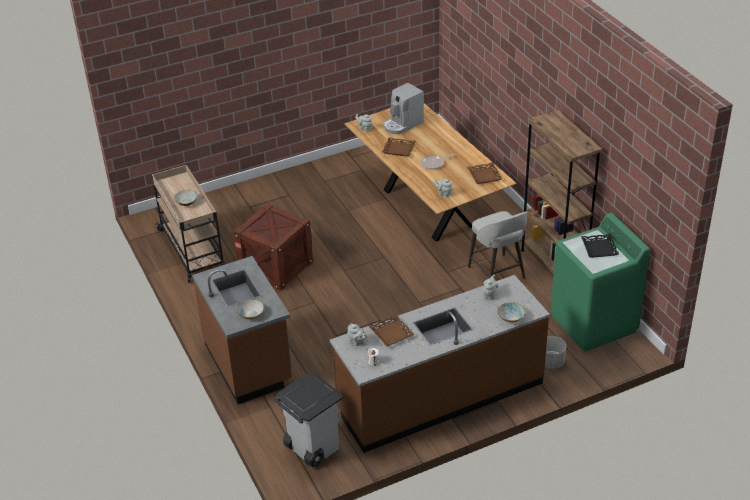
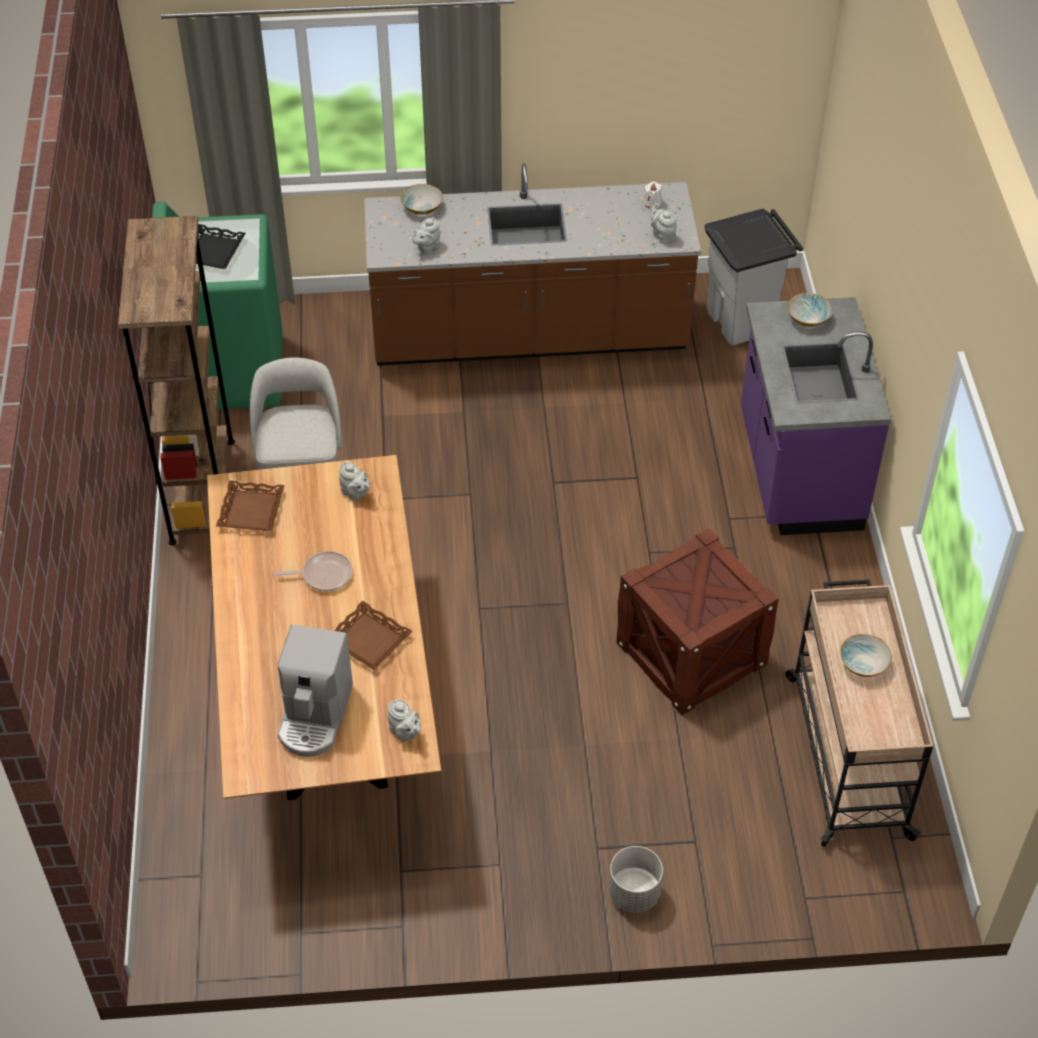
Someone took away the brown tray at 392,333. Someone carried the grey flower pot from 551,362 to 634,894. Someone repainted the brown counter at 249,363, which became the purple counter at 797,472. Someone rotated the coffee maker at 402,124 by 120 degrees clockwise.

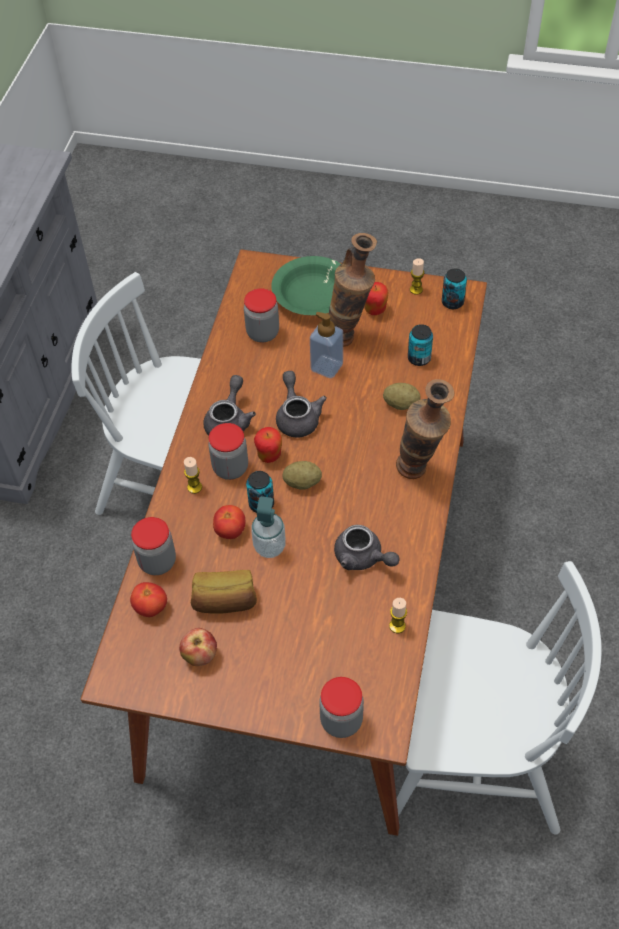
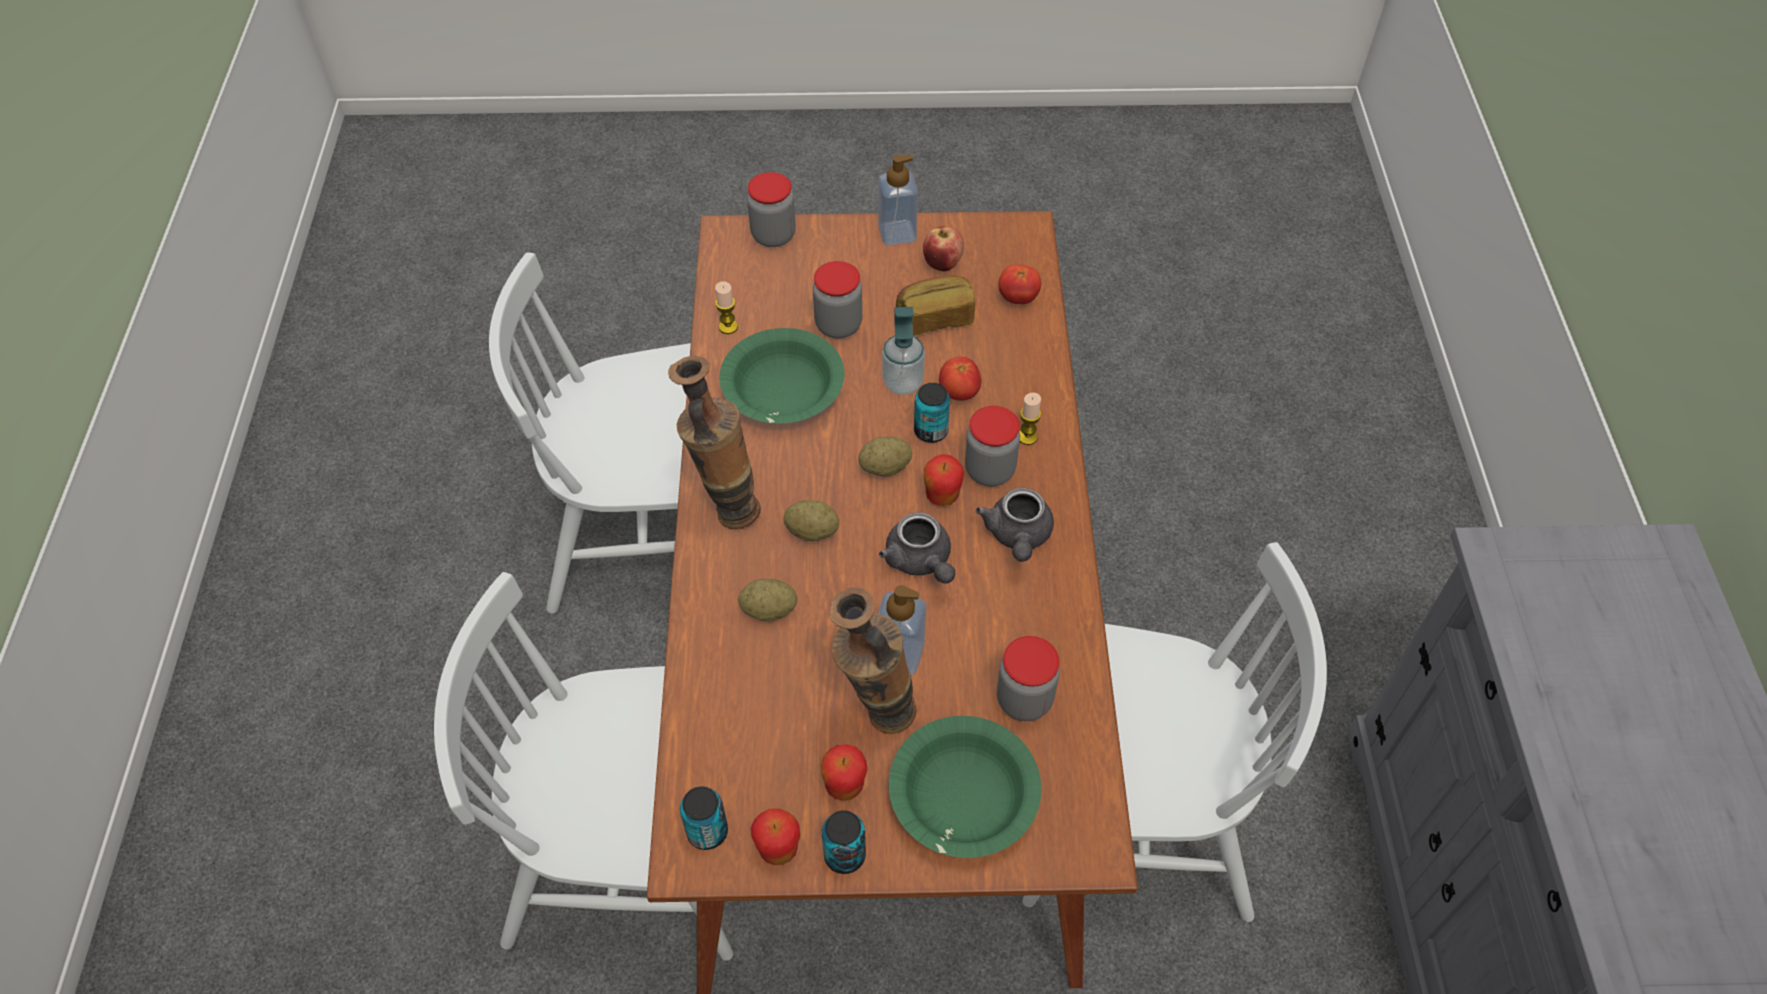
Someone put down the whitish chair at 632,853. Someone put down the spud at 812,531. Someone put down the liquid soap bottle at 897,233. Someone carried the storage jar from 157,562 to 838,325. Someone carried the sealed can from 419,358 to 844,855. Someone swapped the grey teapot at 363,558 for the green-coloured serving bowl at 782,390. Someone swapped the candle at 416,289 for the apple at 778,849.

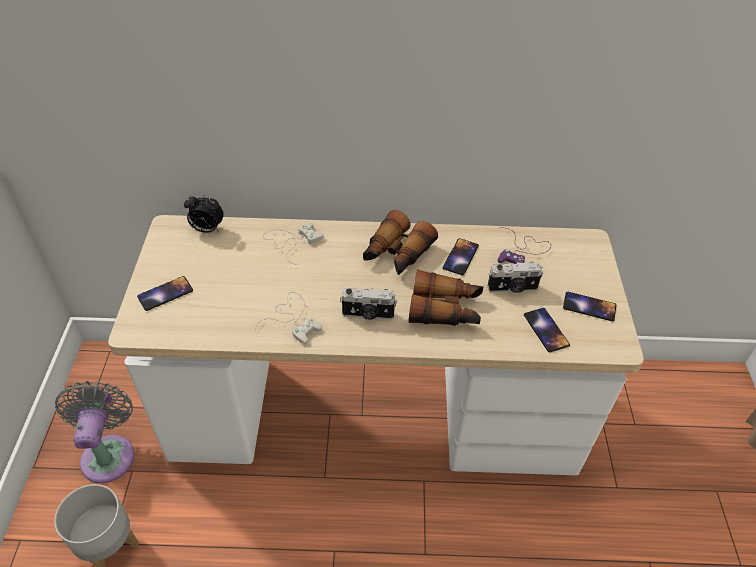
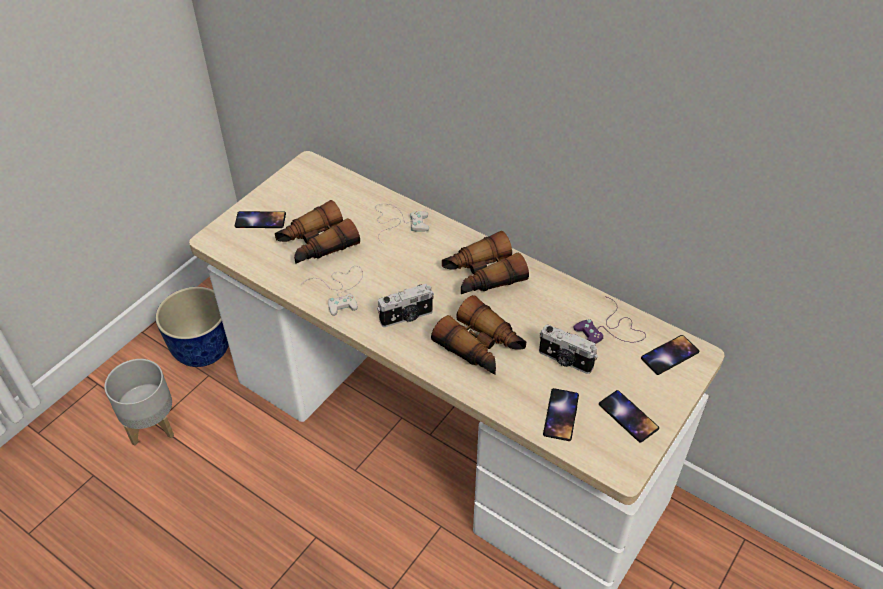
Someone took away the alarm clock at 207,229. Someone put down the field glasses at 316,244. Someone carried the telephone from 460,257 to 669,355. Someone swapped the grey fan at 109,453 for the flower pot at 201,351. Someone rotated the photo camera at 368,315 by 60 degrees counterclockwise.

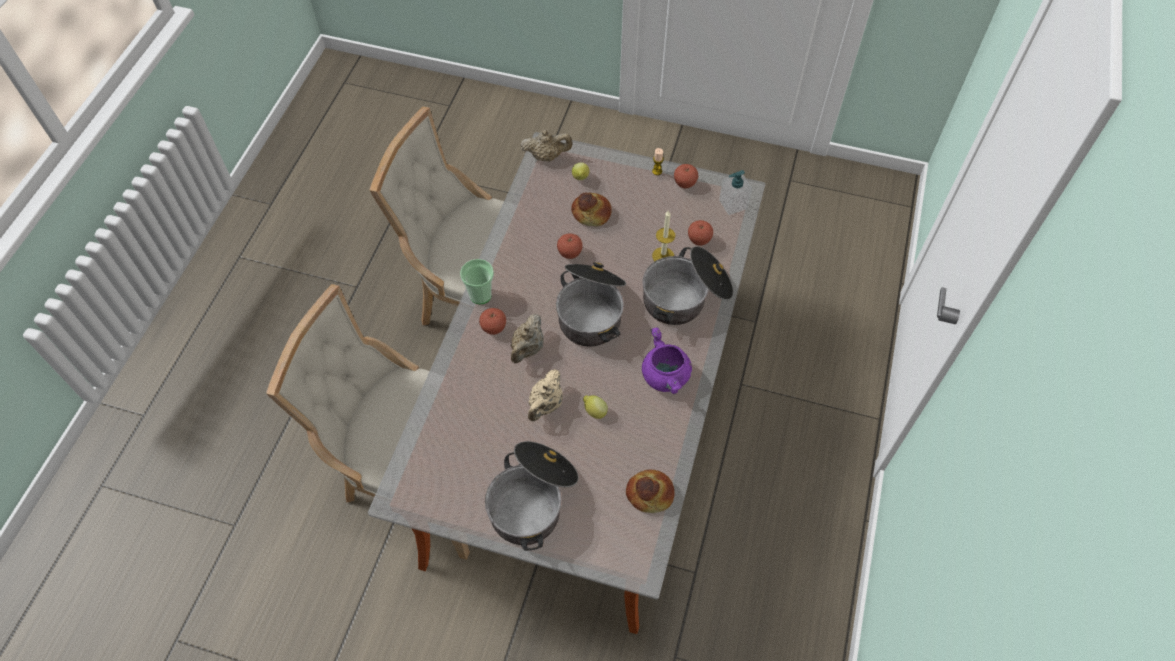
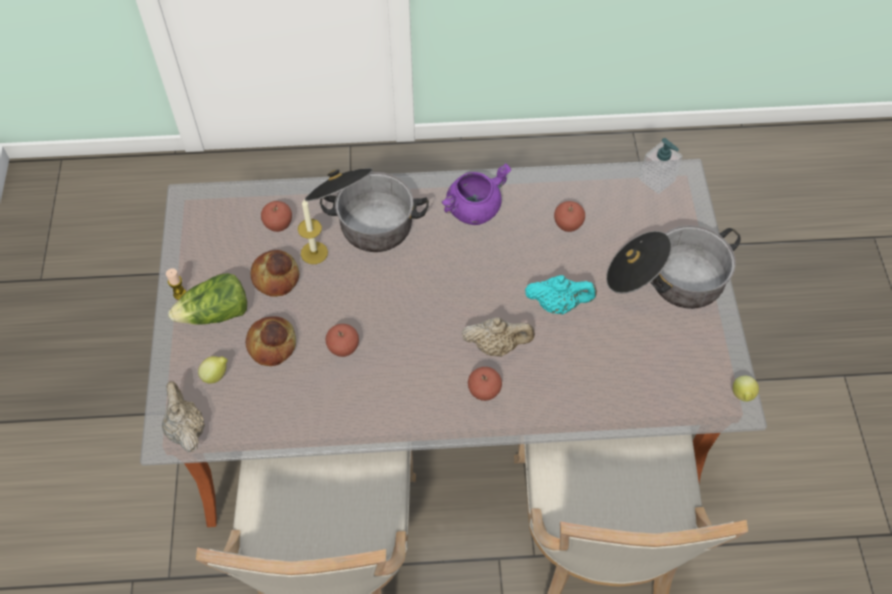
Someone took away the small cup at 480,295. Someone took away the stockpot at 592,310. Someone put down the lettuce head at 216,314. Someone carried the citrus fruit from 594,411 to 742,396. Someone carried the bread from 650,493 to 275,277. Someone carried the apple from 685,183 to 568,225. Someone carried the liquid soap bottle from 733,204 to 657,180. Someone repainted the beige-coloured teapot at 545,405, which became the turquoise-coloured teapot at 558,304.

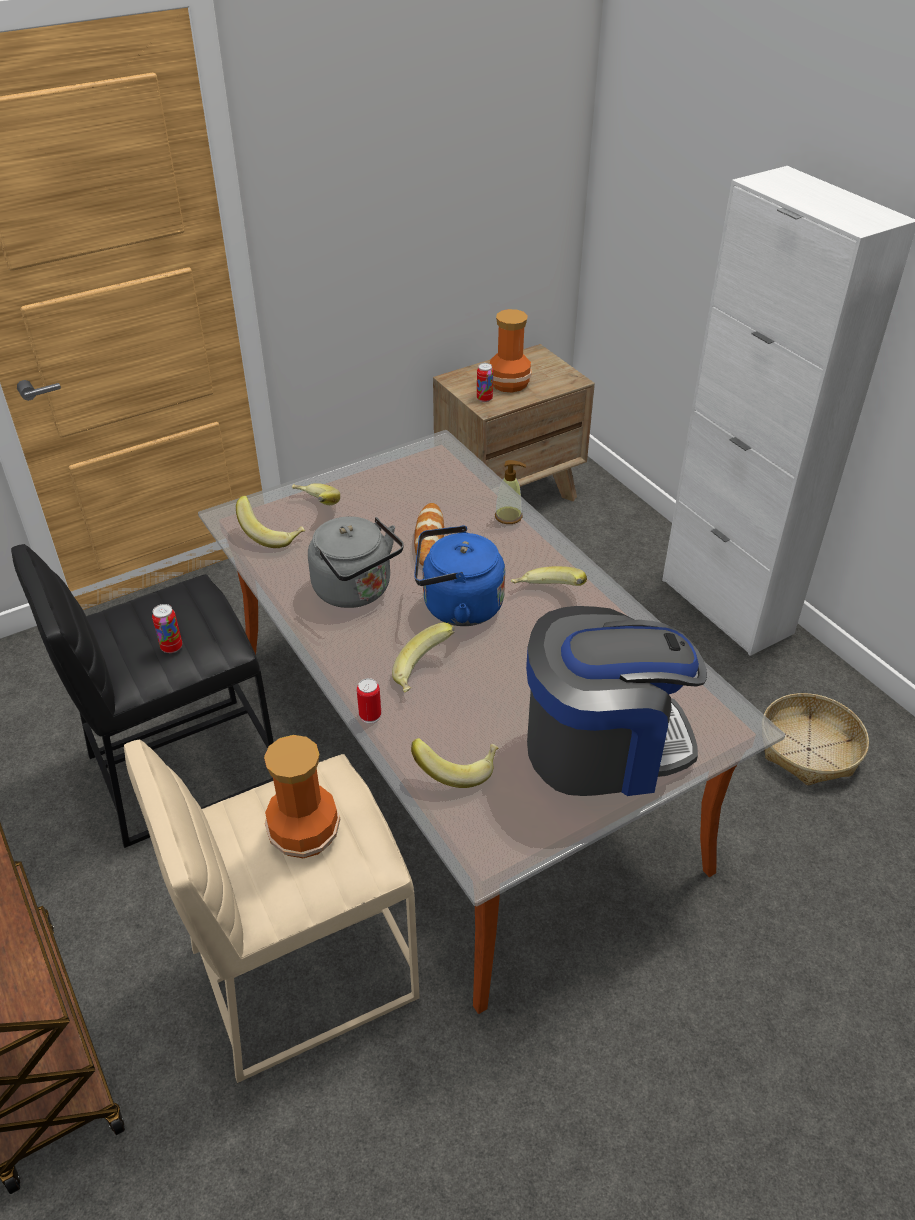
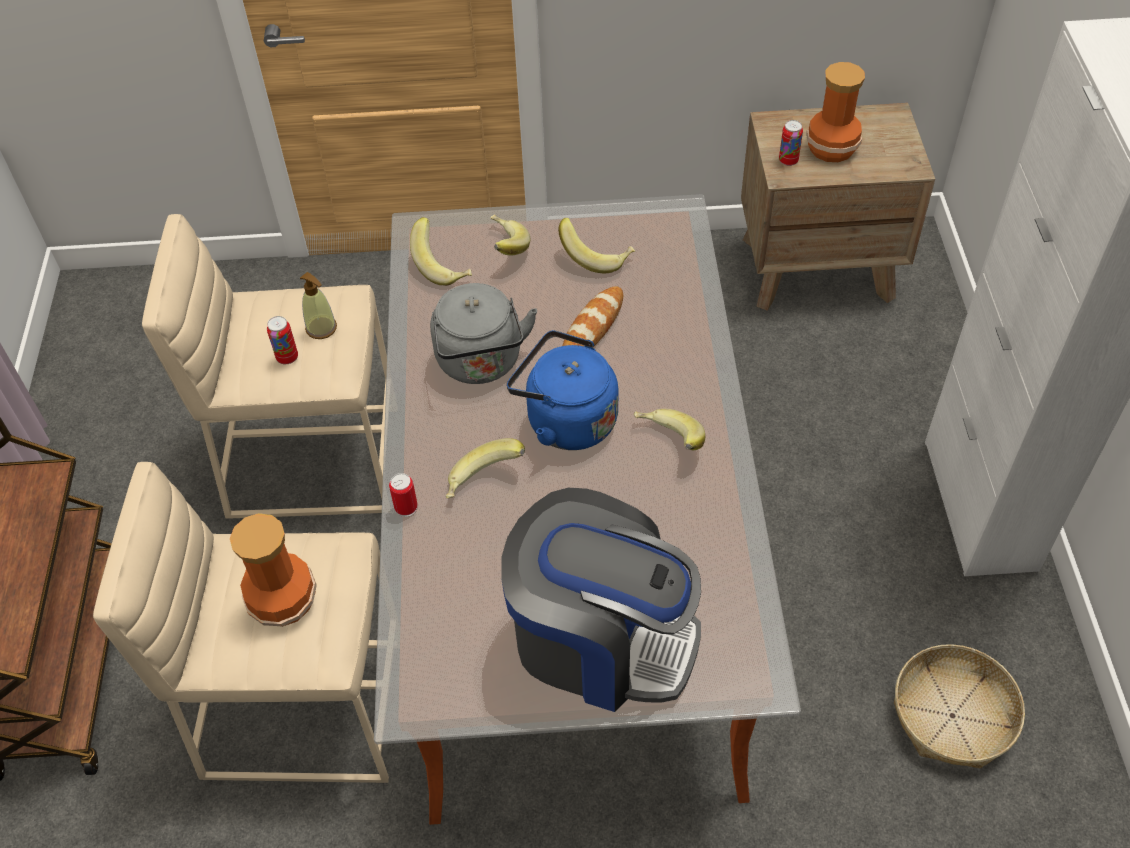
Someone carried the whole banana from 457,768 to 596,256. Someone carried the liquid soap bottle from 508,516 to 321,328. Someone repainted the black stool at 181,768, which became the beige-coloured stool at 313,459.

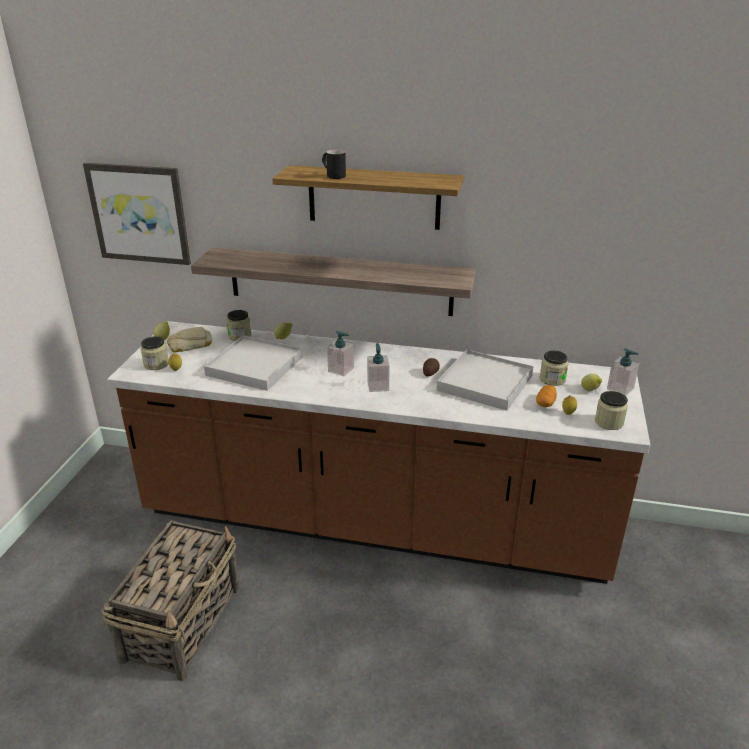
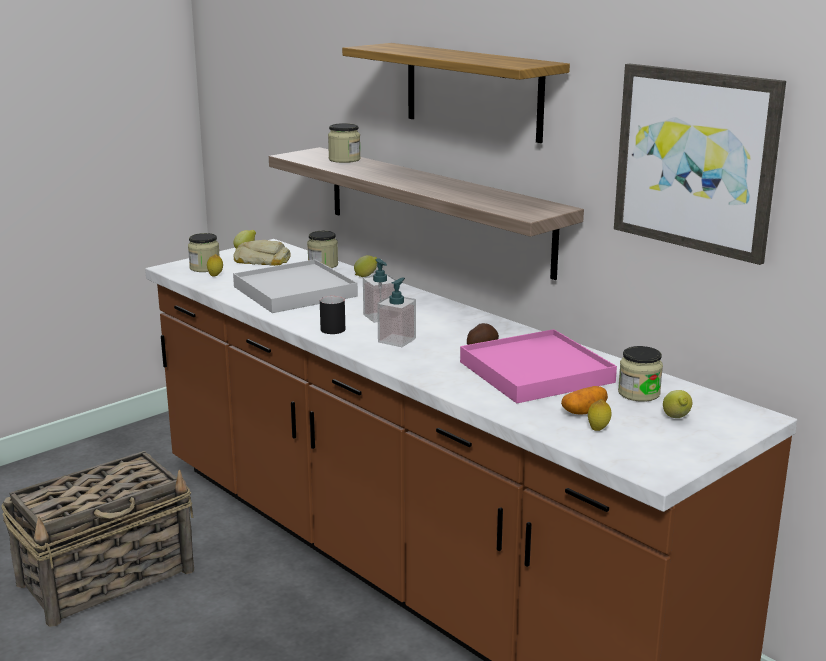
Someone took away the liquid soap bottle at 620,389. Someone carried the wall picture from 139,213 to 696,160. Someone carried the black coffee mug from 333,175 to 332,327. Someone carried the storage jar from 609,422 to 344,159. Someone repainted the whitish tray at 485,383, which became the pinkish tray at 535,372.

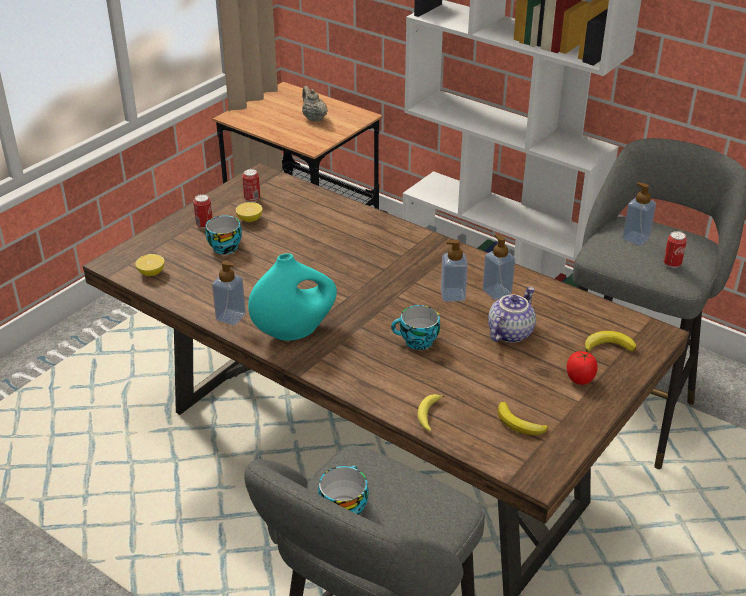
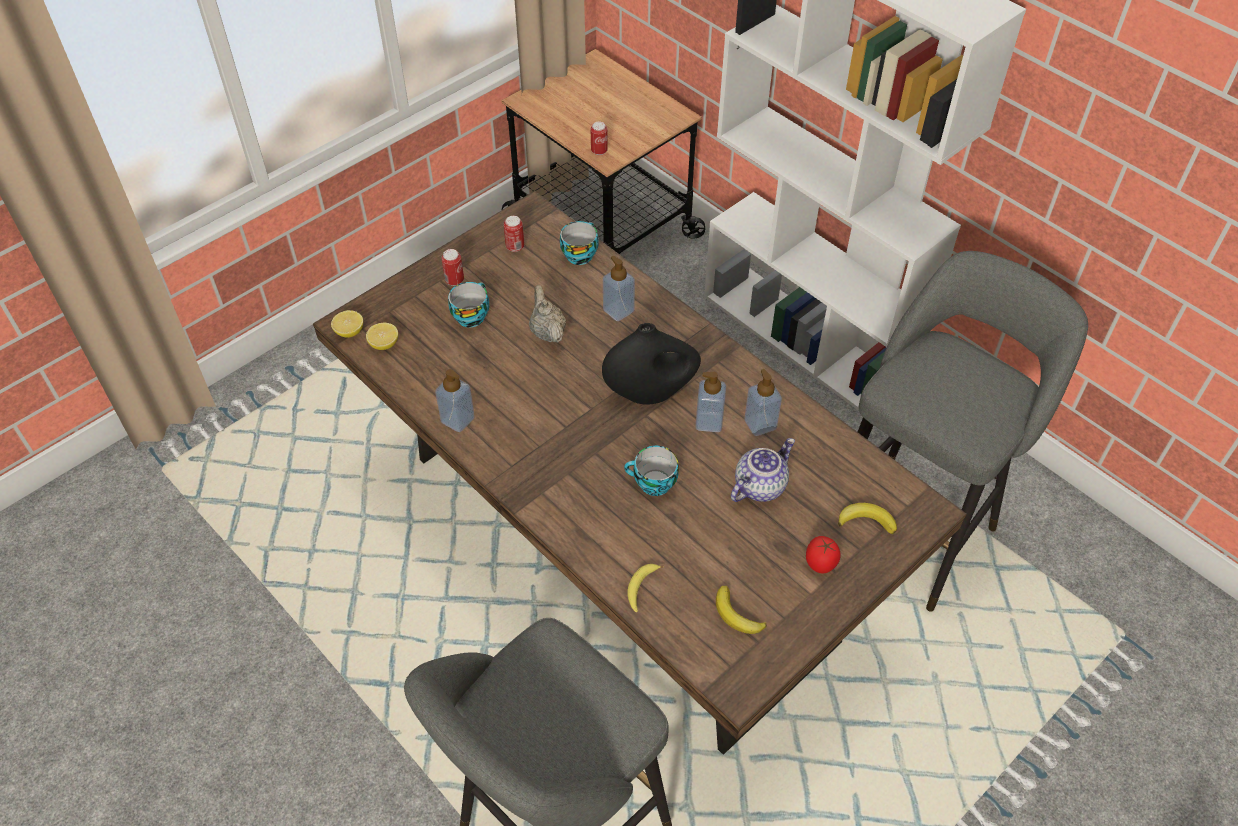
Someone took away the turquoise-coloured vase at 294,331. Someone put down the black vase at 650,392. Someone carried the citrus fruit from 249,219 to 349,332. Someone carried the beige-coloured teapot from 314,118 to 547,332. Someone carried the small cup from 343,508 to 579,254. Someone carried the liquid soap bottle from 635,238 to 618,310. Someone carried the sealed can from 672,264 to 599,151.

